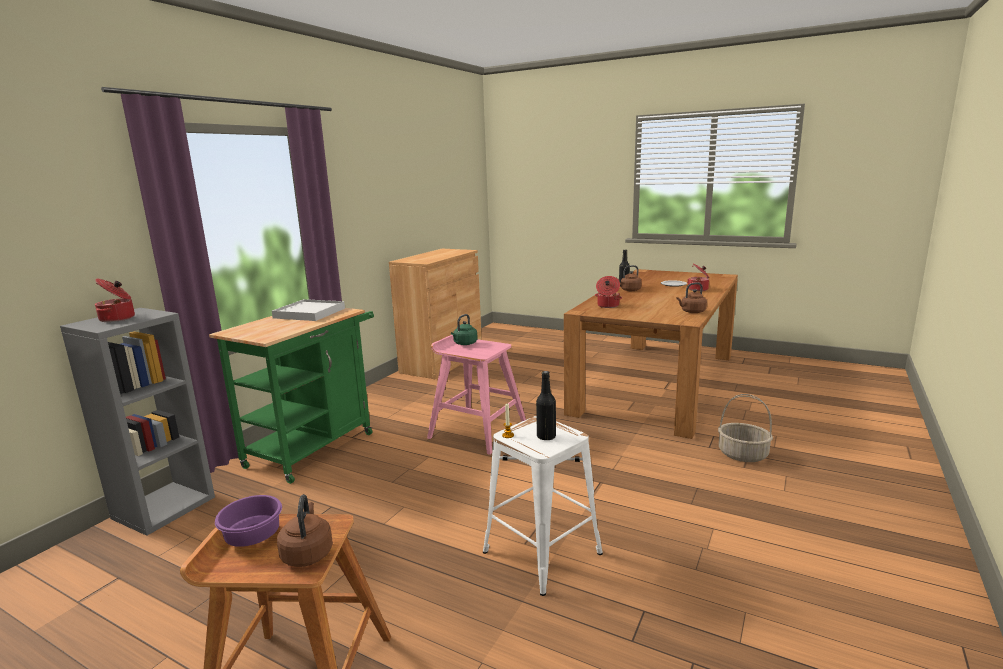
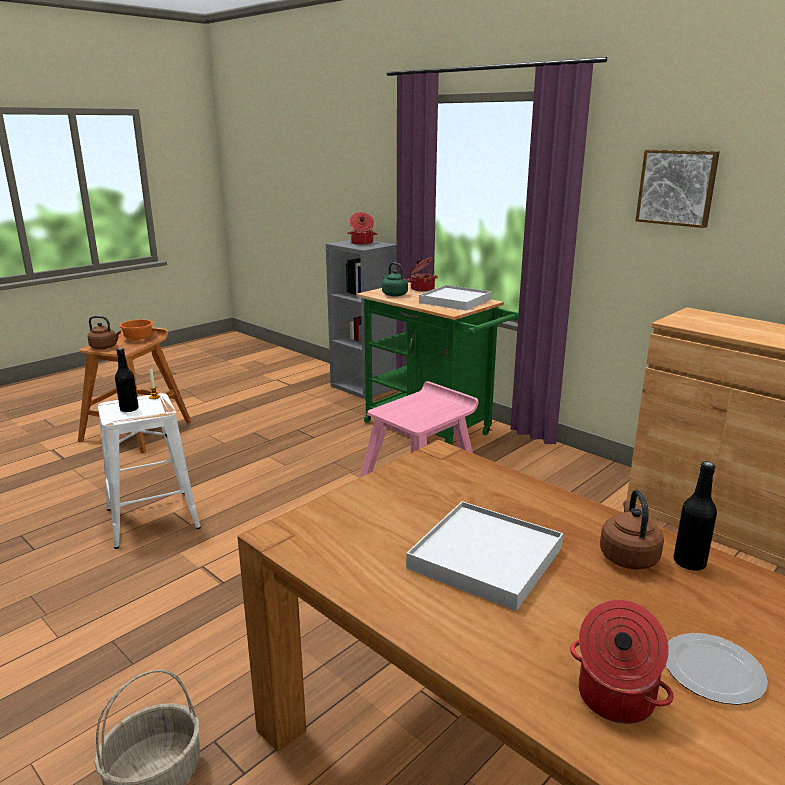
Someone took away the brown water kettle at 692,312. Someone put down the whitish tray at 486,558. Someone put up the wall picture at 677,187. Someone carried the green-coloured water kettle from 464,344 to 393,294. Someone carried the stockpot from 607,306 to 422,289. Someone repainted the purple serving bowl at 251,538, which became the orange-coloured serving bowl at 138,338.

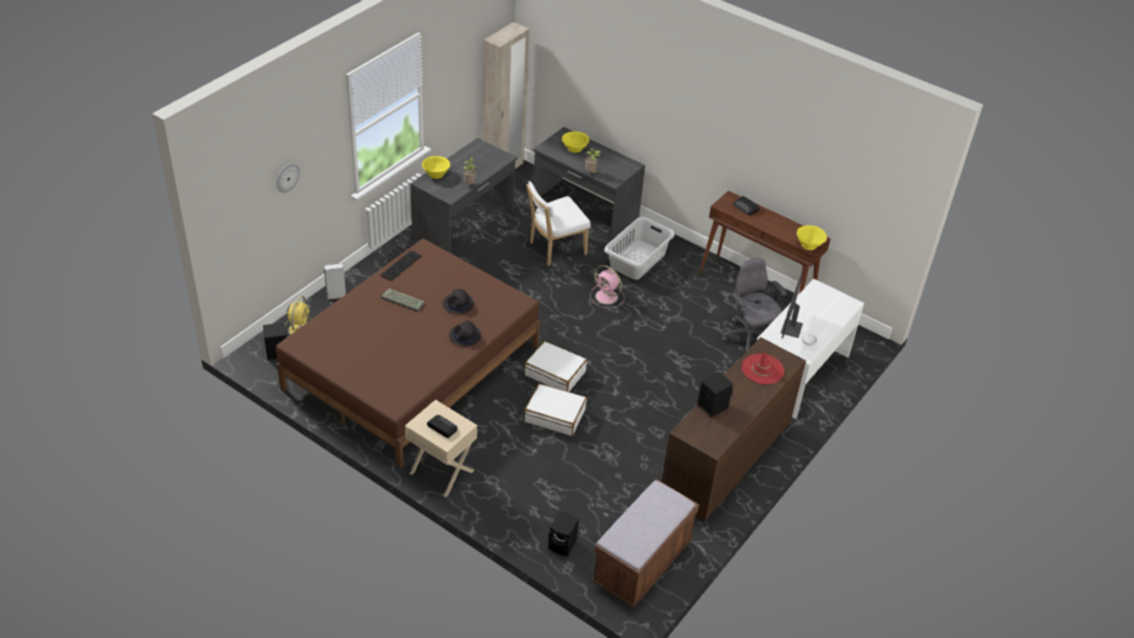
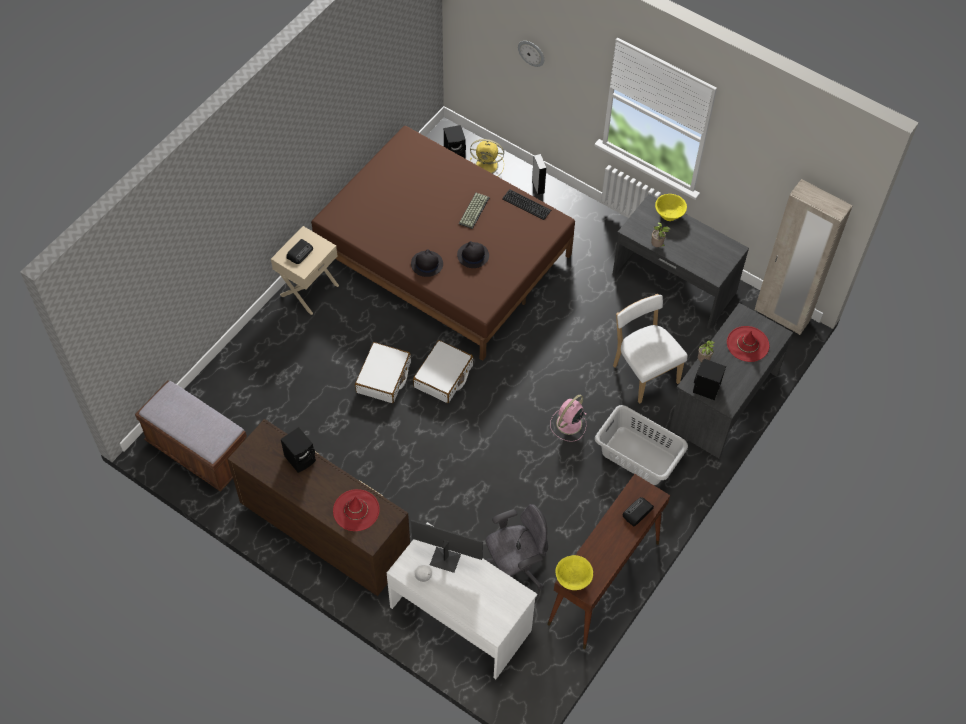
Someone carried the black audio speaker from 563,545 to 706,389. Someone swapped the yellowish serving bowl at 574,149 for the reddish clothing hat at 747,344.

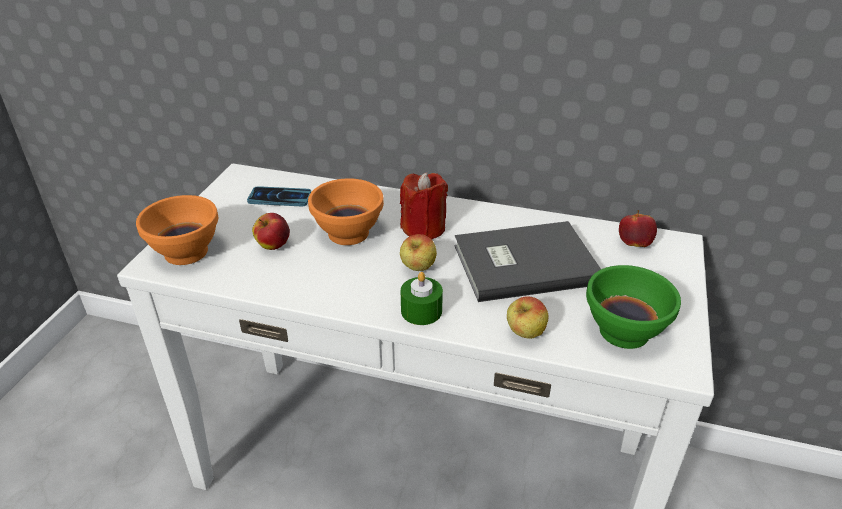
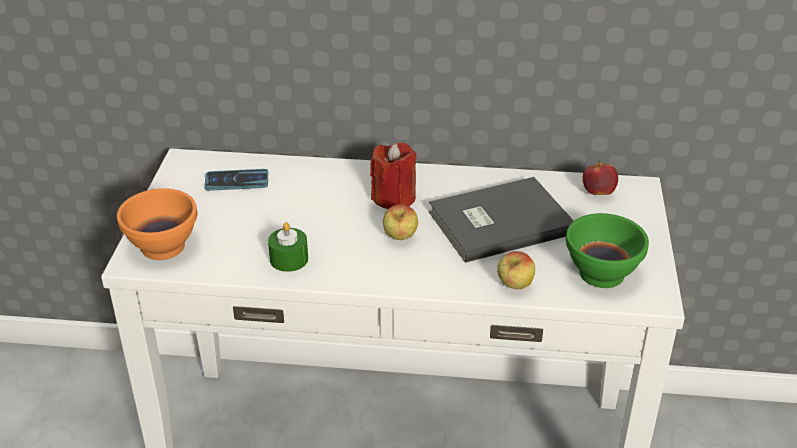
Someone took away the apple at 273,245. Someone took away the orange-coloured serving bowl at 347,233. Someone carried the green-coloured candle from 421,311 to 289,259.

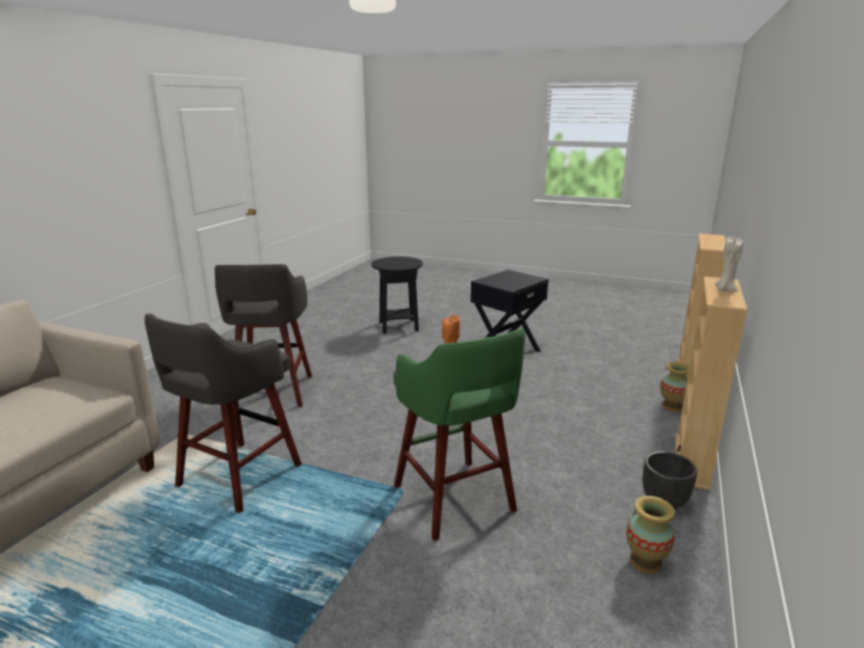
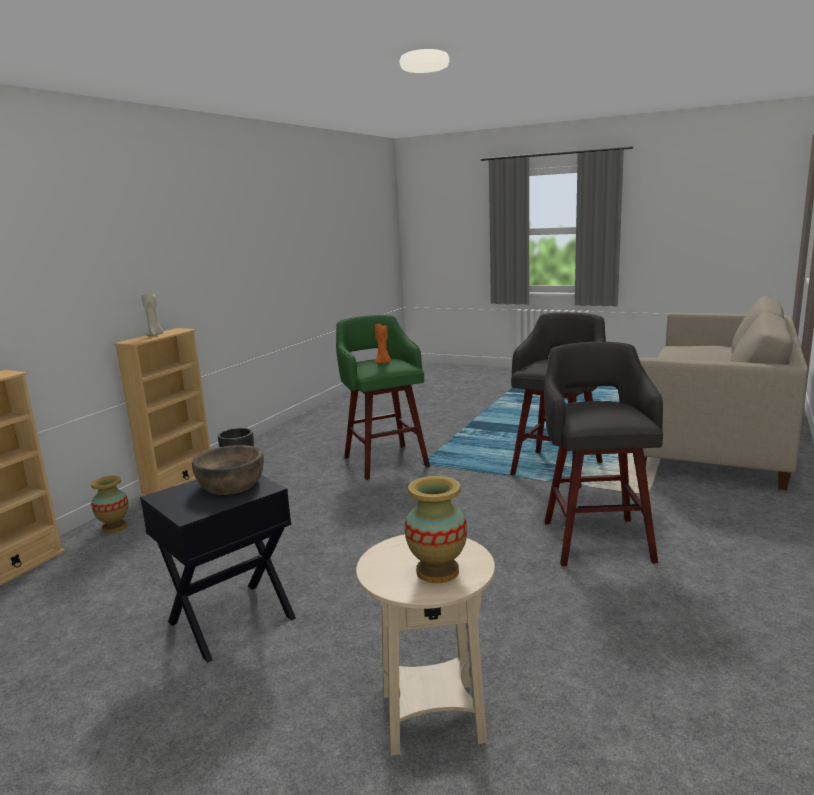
Someone put down the brown serving bowl at 231,484. Someone carried the vase from 645,561 to 437,572. Someone repainted the black end table at 398,327, which became the beige-coloured end table at 432,717.

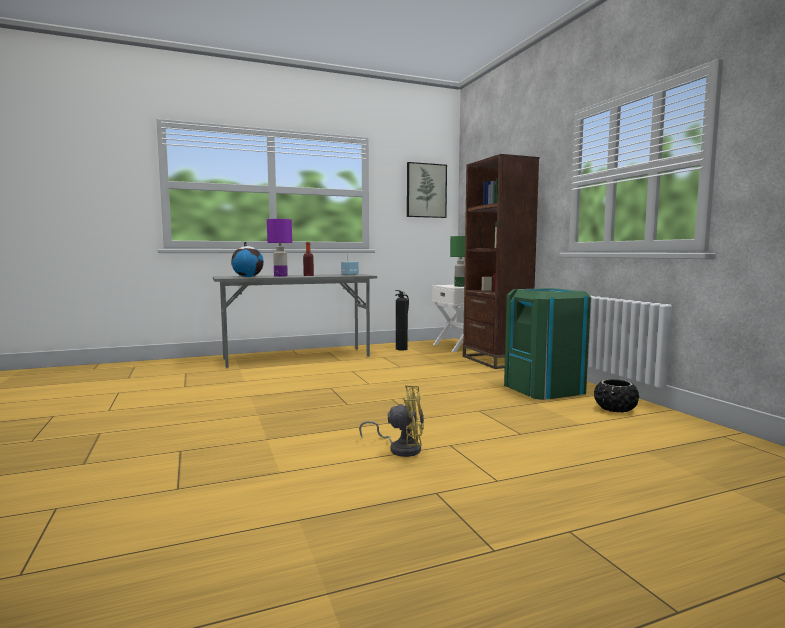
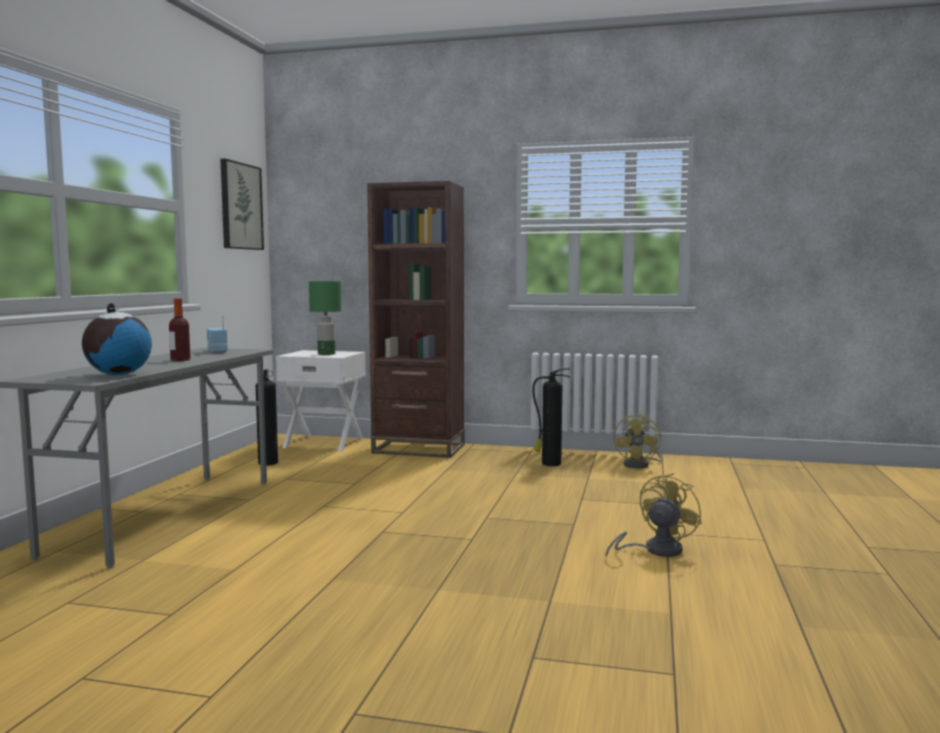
Someone took away the purple tabletop lamp at 280,276. Someone swapped the green-coloured rubbish bin at 544,388 for the extinguisher at 550,463. Someone swapped the black flower pot at 615,409 for the yellowish fan at 640,465.

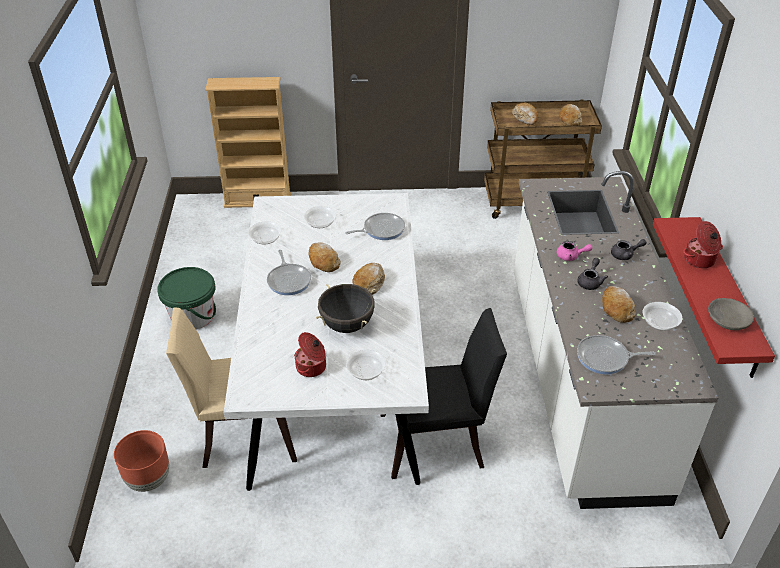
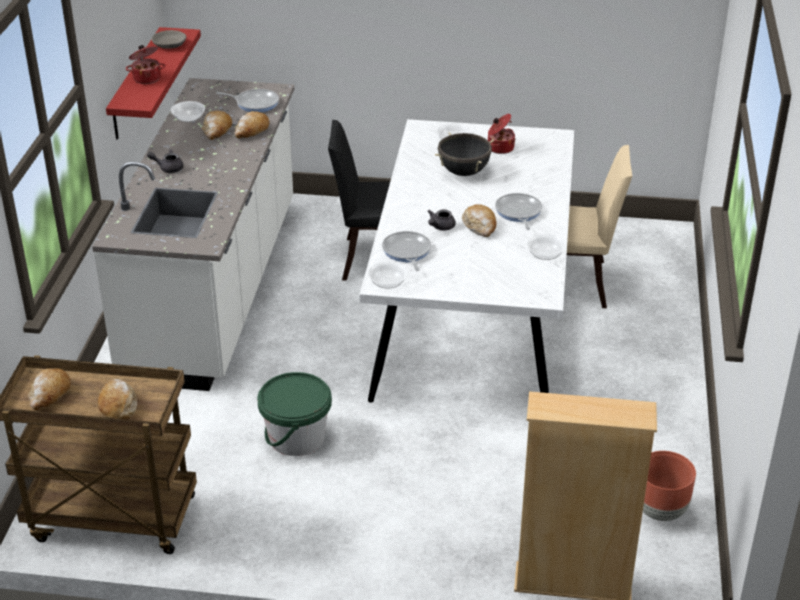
Someone took away the pinkish teapot at 571,256. Someone carried the brown flower pot from 148,480 to 661,510. Someone carried the green-coloured water bucket from 192,316 to 296,437. Someone carried the serving bowl from 320,223 to 387,283. Someone carried the bread from 369,283 to 251,131. Someone carried the grey teapot from 590,281 to 440,227. Someone rotated the frying pan at 381,229 by 90 degrees clockwise.

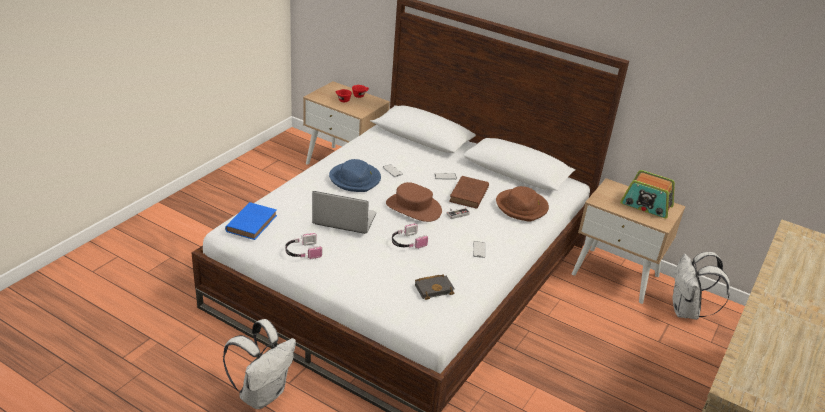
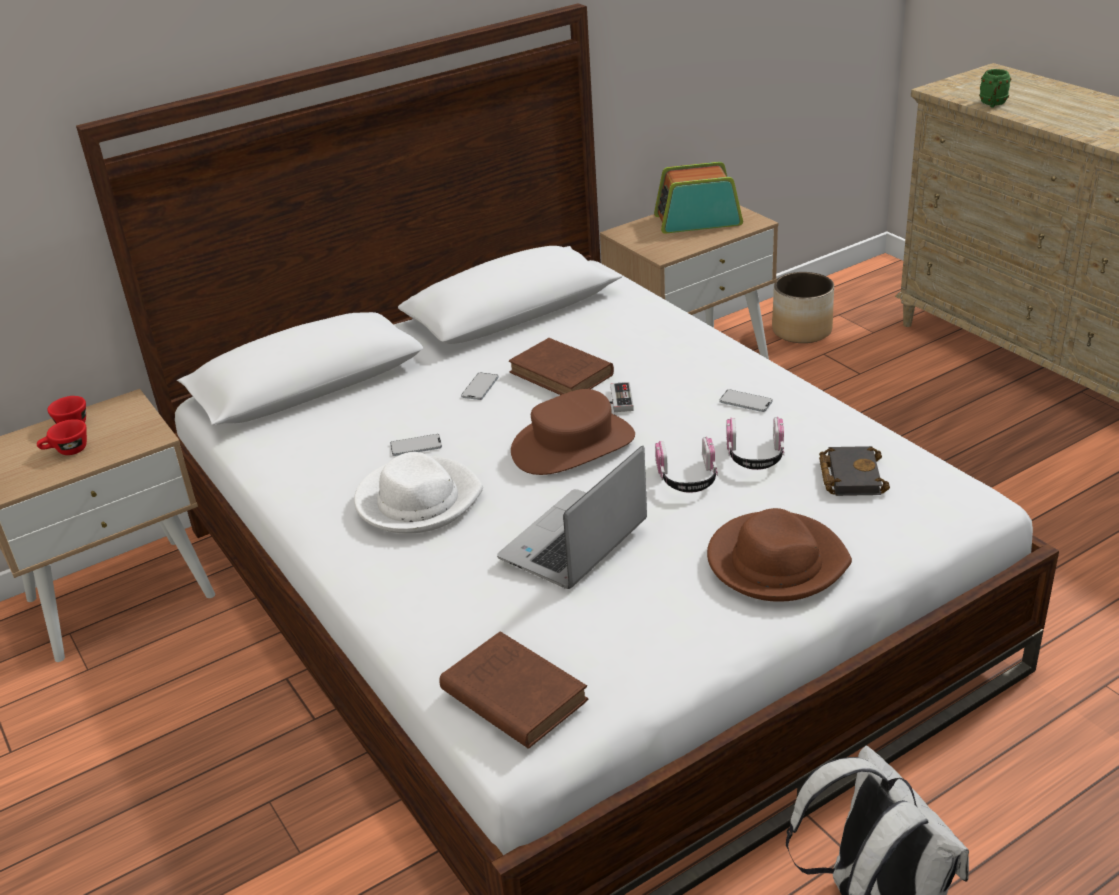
Someone put down the green-coloured coffee mug at 992,104. Someone carried the headset from 302,252 to 755,456. Someone carried the brown clothing hat from 522,207 to 776,562. Someone swapped the whitish rucksack at 686,311 for the flower pot at 802,330. Someone repainted the blue book at 252,223, which became the brown book at 511,694. Someone repainted the blue clothing hat at 355,179, which became the whitish clothing hat at 417,500. Someone rotated the radio at 646,205 by 150 degrees counterclockwise.

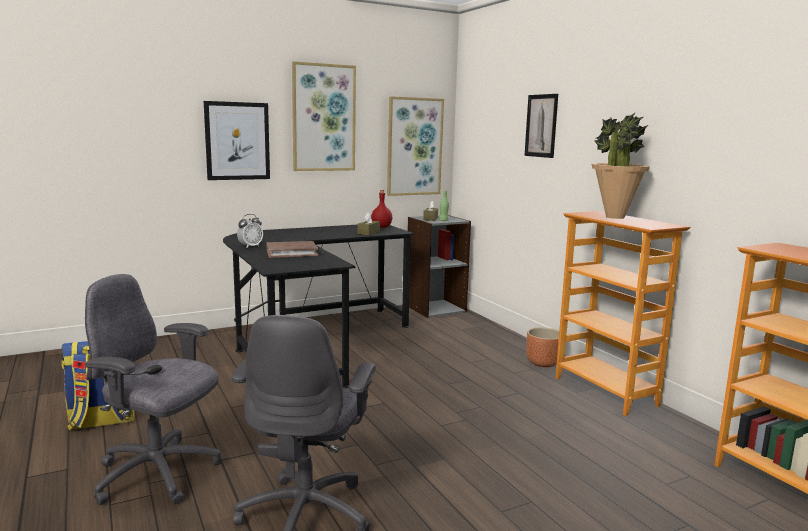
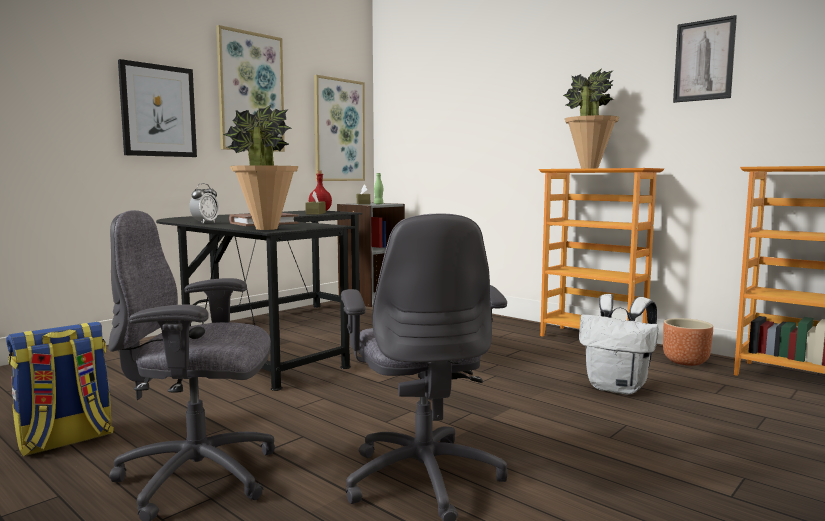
Someone put down the houseplant at 266,229. Someone put down the whitish rucksack at 618,388. Someone carried the wall picture from 541,126 to 704,60. Someone carried the brown flower pot from 543,363 to 686,362.

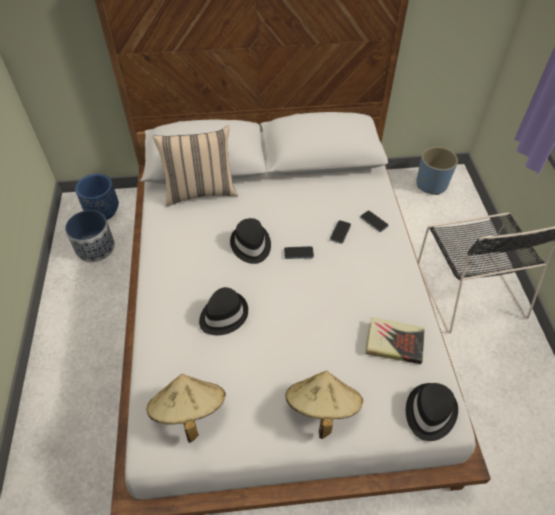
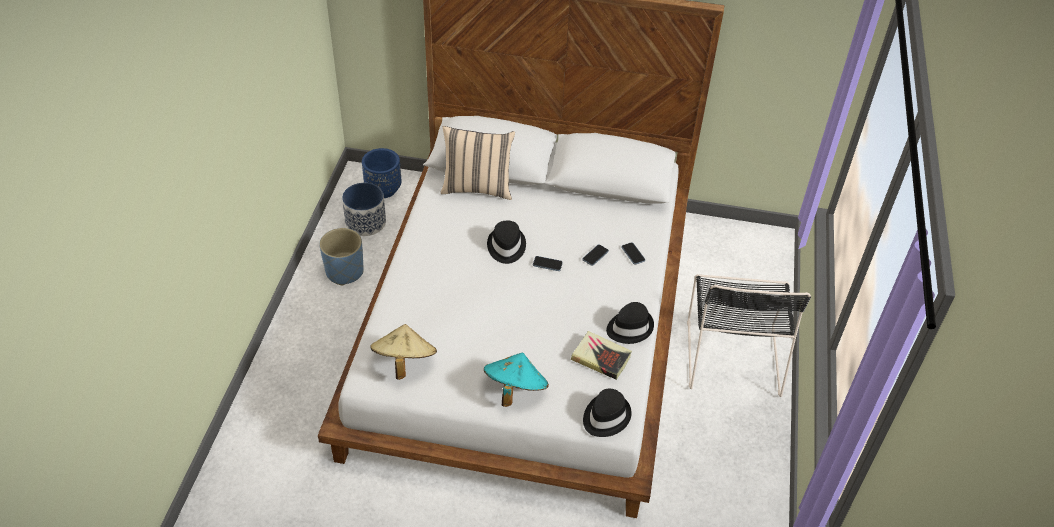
Someone carried the black clothing hat from 223,315 to 629,327. Someone carried the blue flower pot from 431,184 to 344,271. Someone repainted the beige-coloured clothing hat at 321,408, which became the turquoise-coloured clothing hat at 515,389.

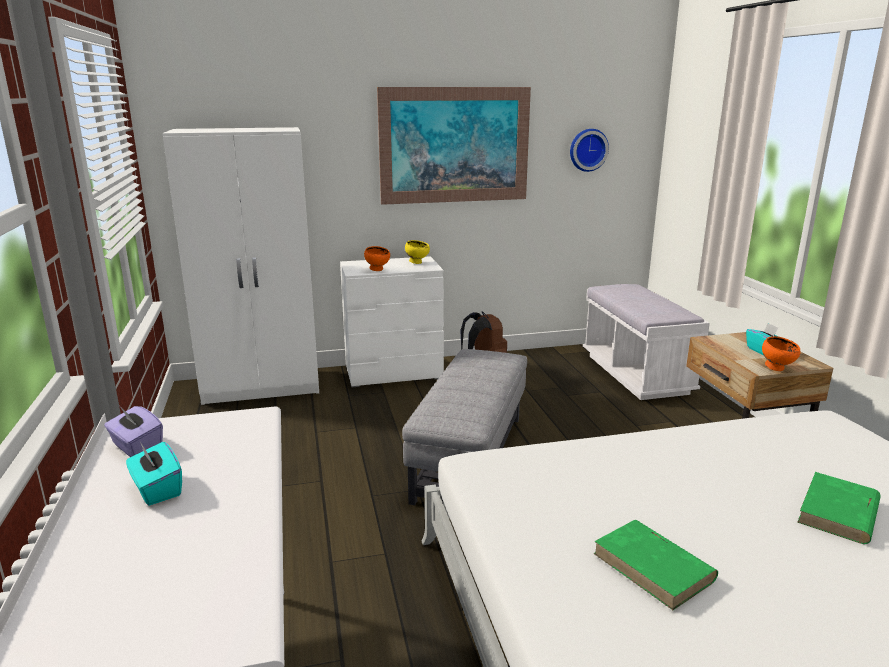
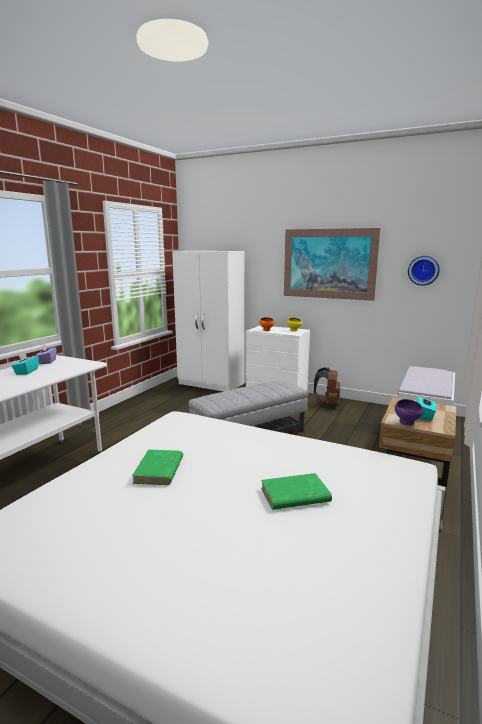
Someone repainted the orange-coloured serving bowl at 777,368, which became the purple serving bowl at 407,424.

